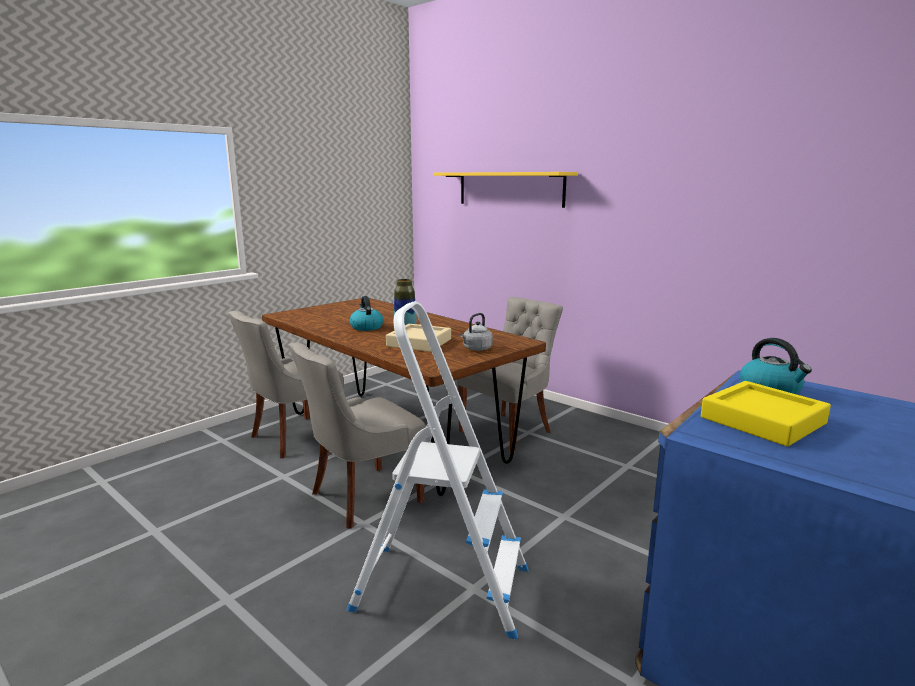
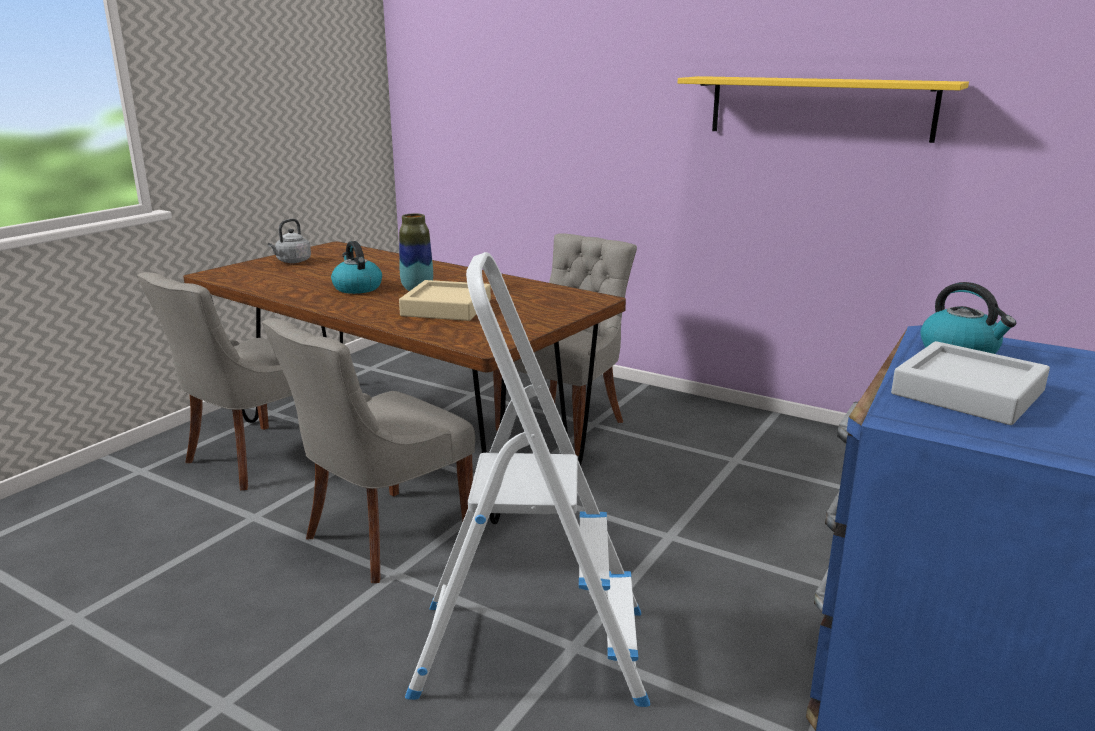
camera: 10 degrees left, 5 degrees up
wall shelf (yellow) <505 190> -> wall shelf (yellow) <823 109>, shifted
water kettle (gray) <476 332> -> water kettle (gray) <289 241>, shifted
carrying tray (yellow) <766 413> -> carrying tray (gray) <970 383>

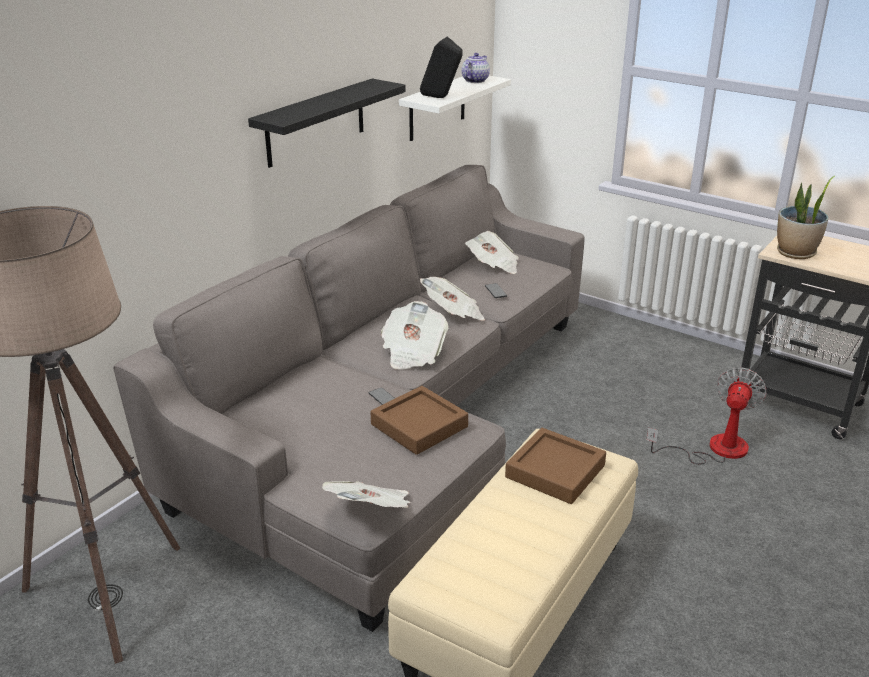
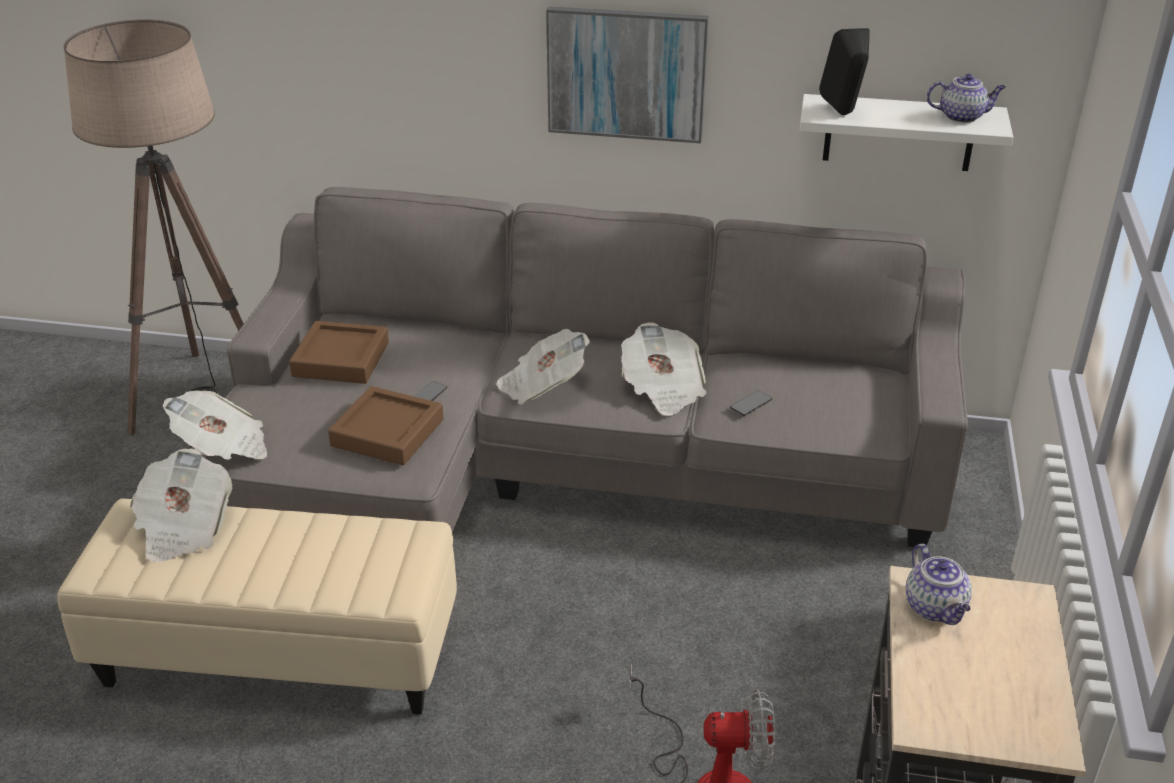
camera: 65 degrees right, 5 degrees up
printed paper <491 252> -> printed paper <181 505>, shifted
carrying tray (brownish) <555 466> -> carrying tray (brownish) <339 352>, shifted
wall shelf (blackish) <327 123> -> picture <627 74>
potted plant <806 217> -> teapot <939 584>

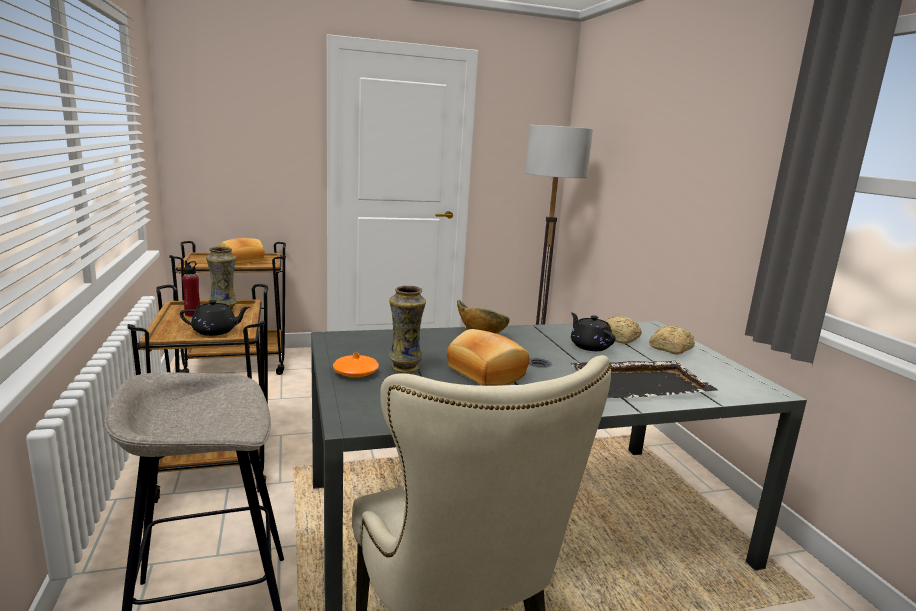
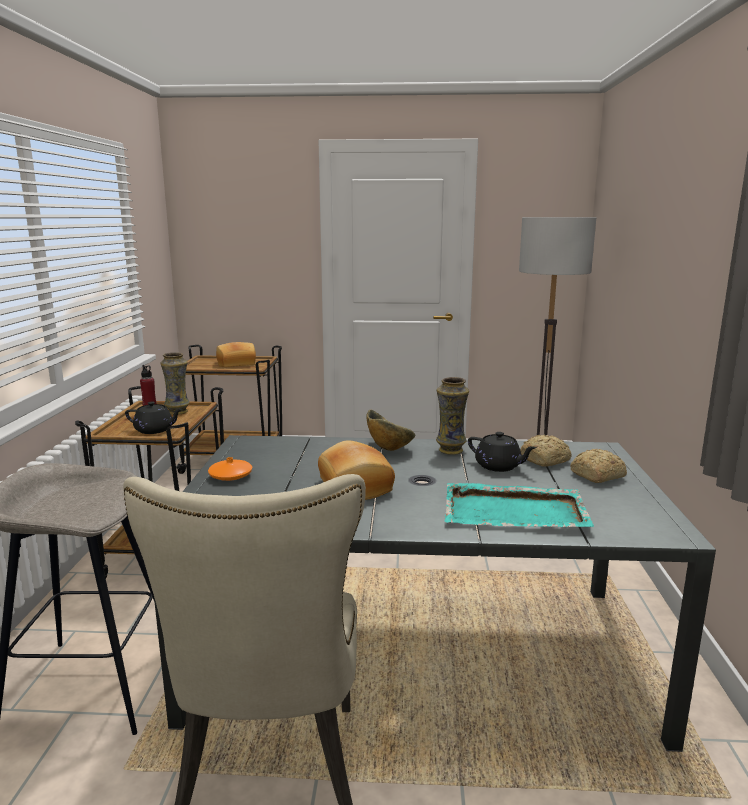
camera: 20 degrees right, 0 degrees up
vase <407 329> -> vase <452 416>, shifted
carrying tray (blackish) <644 379> -> carrying tray (turquoise) <519 505>
teapot (blackish) <593 332> -> teapot (blackish) <502 452>, 135 degrees clockwise

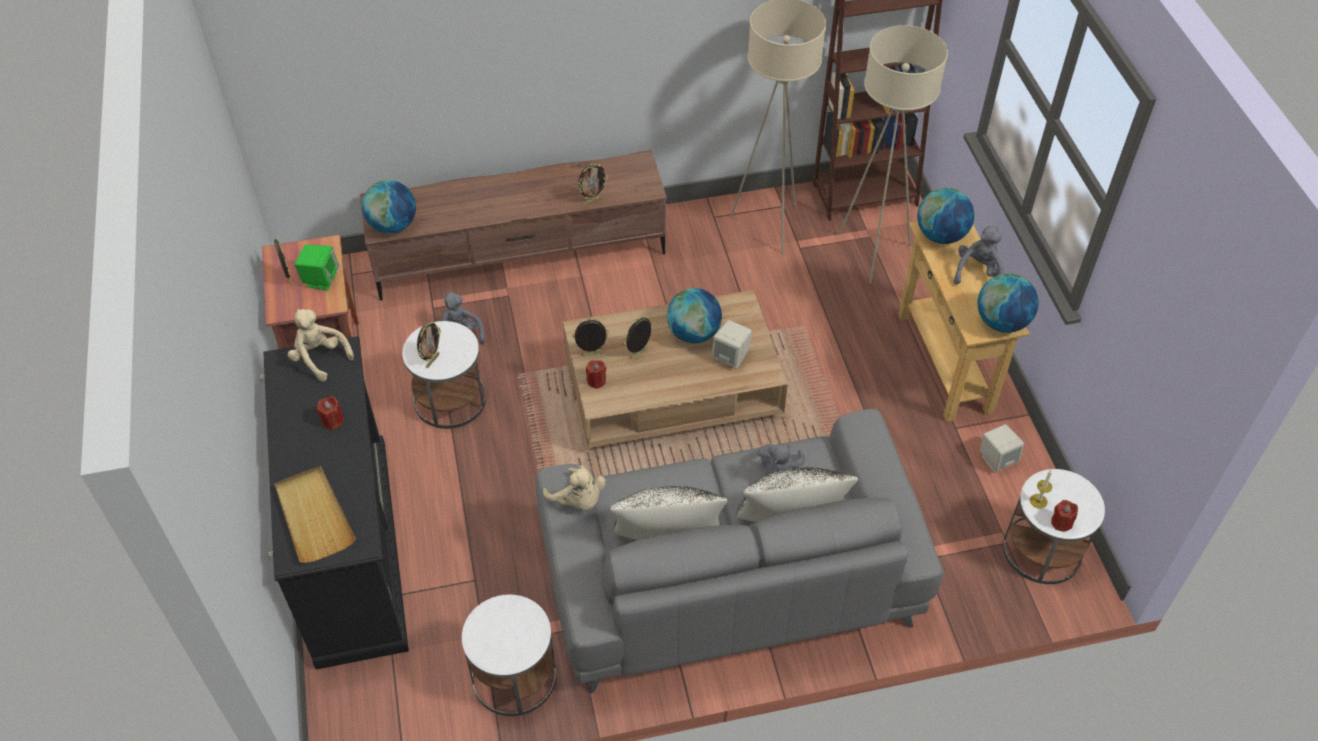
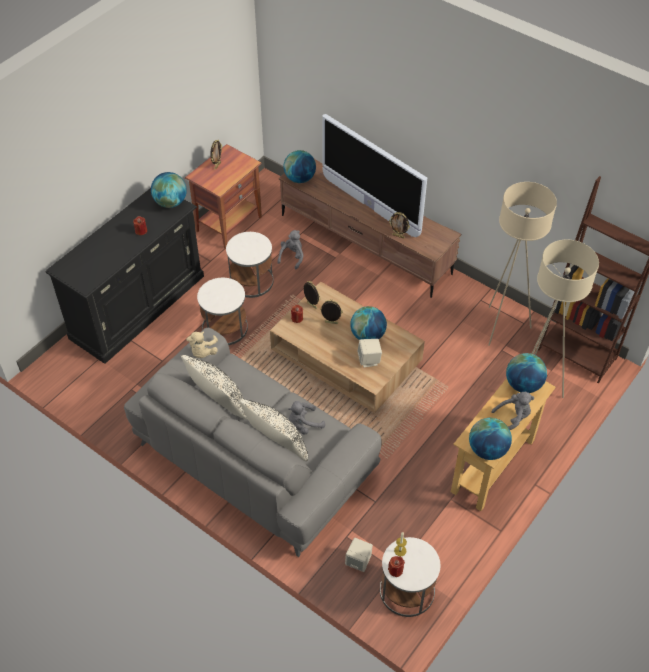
camera: 50 degrees right, 0 degrees up
carrying tray (sand-coloured) <315 514> -> none
speaker (green-coloured) <317 268> -> none
picture frame <429 344> -> none
none -> TV <374 175>
side table (white-coloured) <509 655> -> side table (white-coloured) <222 311>, shifted
speaker (sand-coloured) <1002 448> -> speaker (sand-coloured) <359 555>, shifted
cuddly toy (sand-coloured) <321 345> -> globe <169 190>

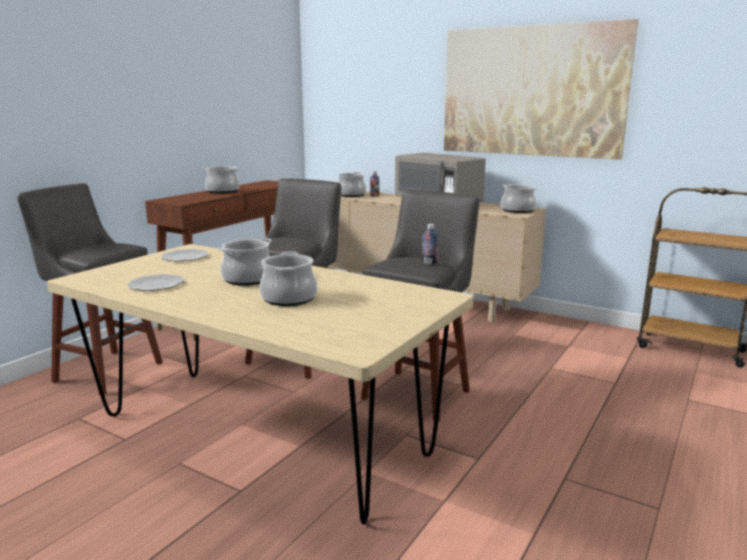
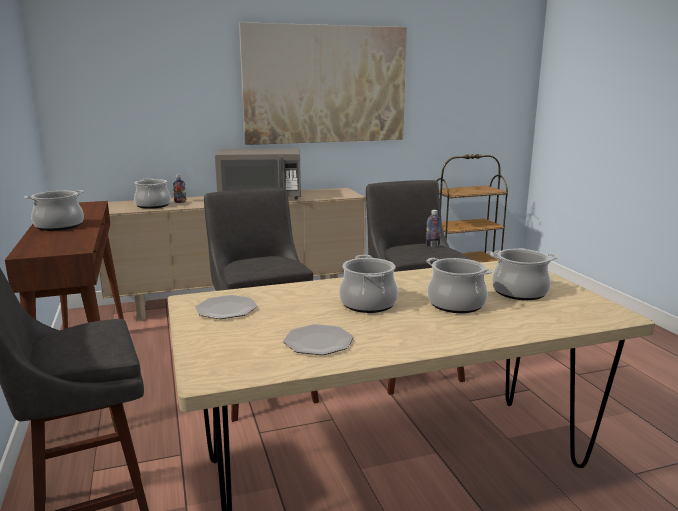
camera: 50 degrees left, 0 degrees up
saucepot <519 198> -> saucepot <524 274>, shifted

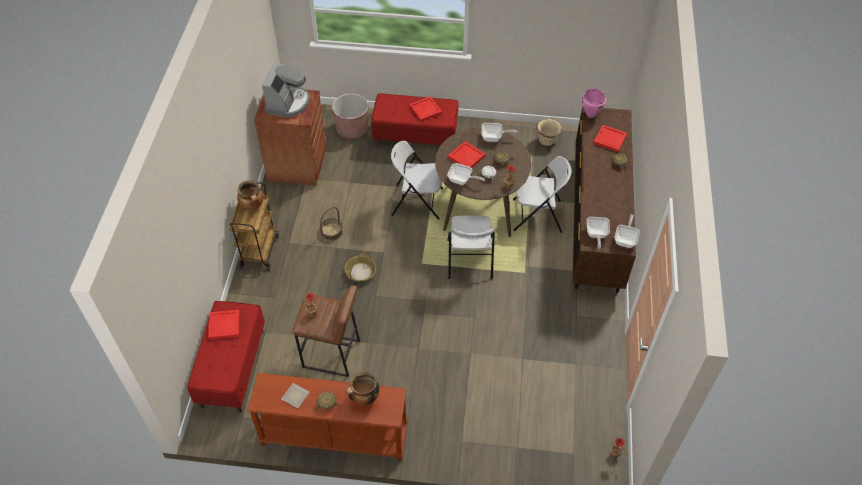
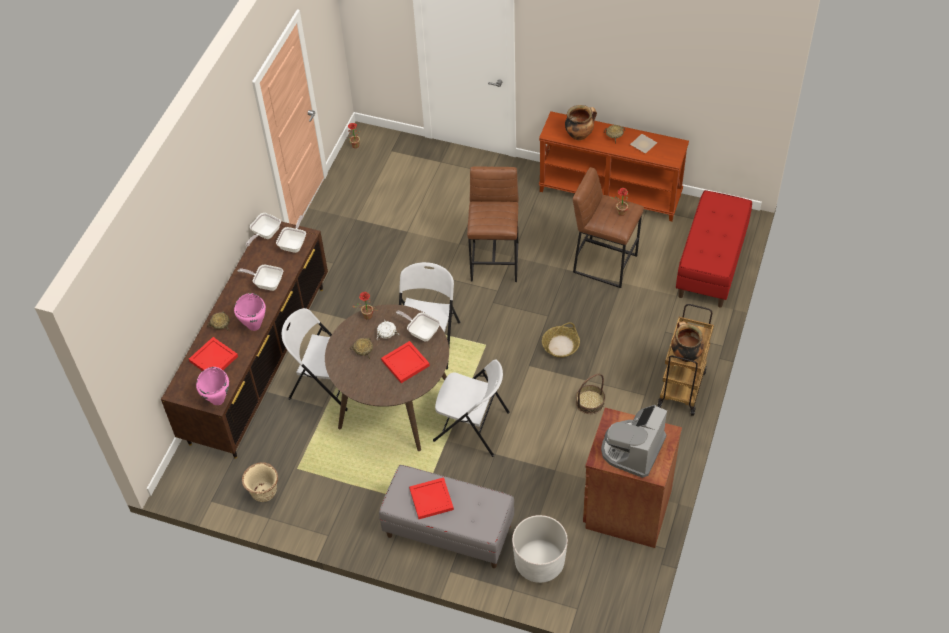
camera: 165 degrees left, 0 degrees up
carrying tray (reddish) <224 325> -> none
none -> saucepot (pink) <250 312>
none -> sitting stool (brownish) <493 224>
pan <499 132> -> pan <260 278>, shifted
flower pot (brownish) <350 116> -> flower pot (white-coloured) <540 549>
bench (reddish) <415 119> -> bench (gray) <446 516>

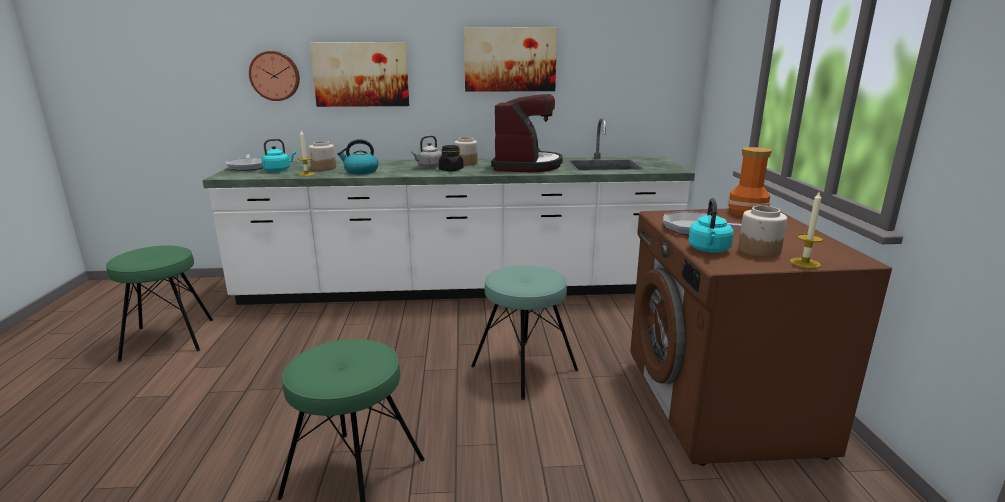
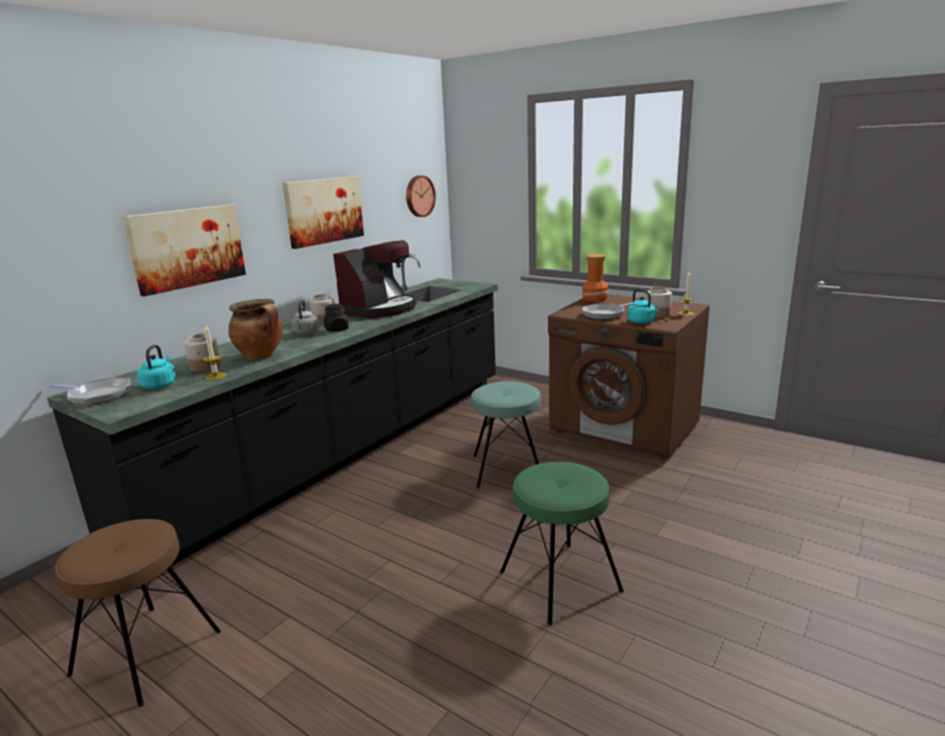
camera: 50 degrees left, 0 degrees up
wall clock <274 76> -> wall clock <421 196>, shifted
water kettle <357 156> -> saucepot <255 329>
sitting stool (green-coloured) <159 303> -> sitting stool (brownish) <138 613>
kitchen base unit (white-coloured) <448 211> -> kitchen base unit (blackish) <272 410>
coffee machine <527 133> -> coffee machine <375 279>, 75 degrees clockwise

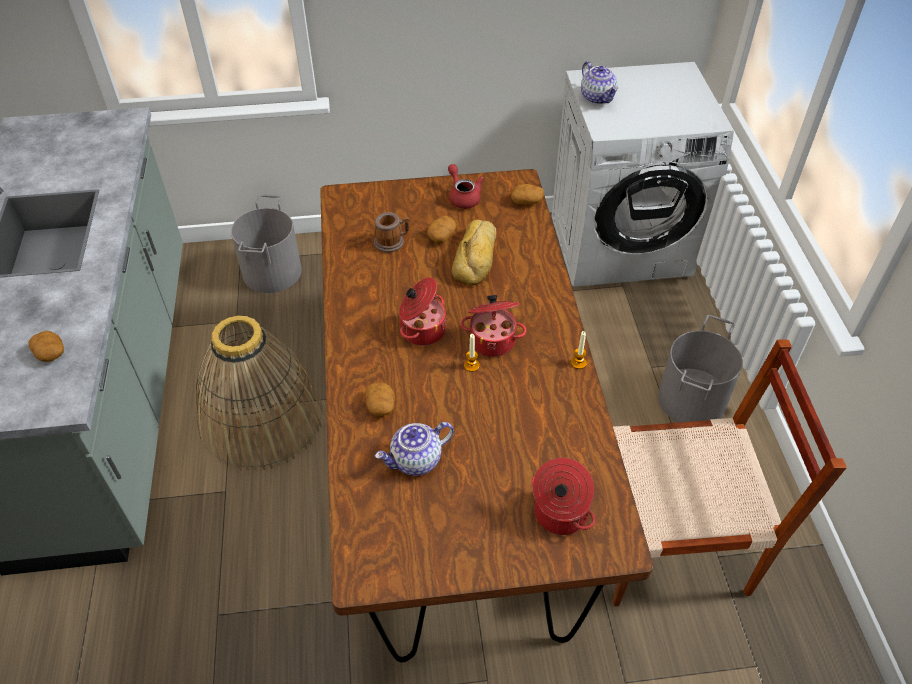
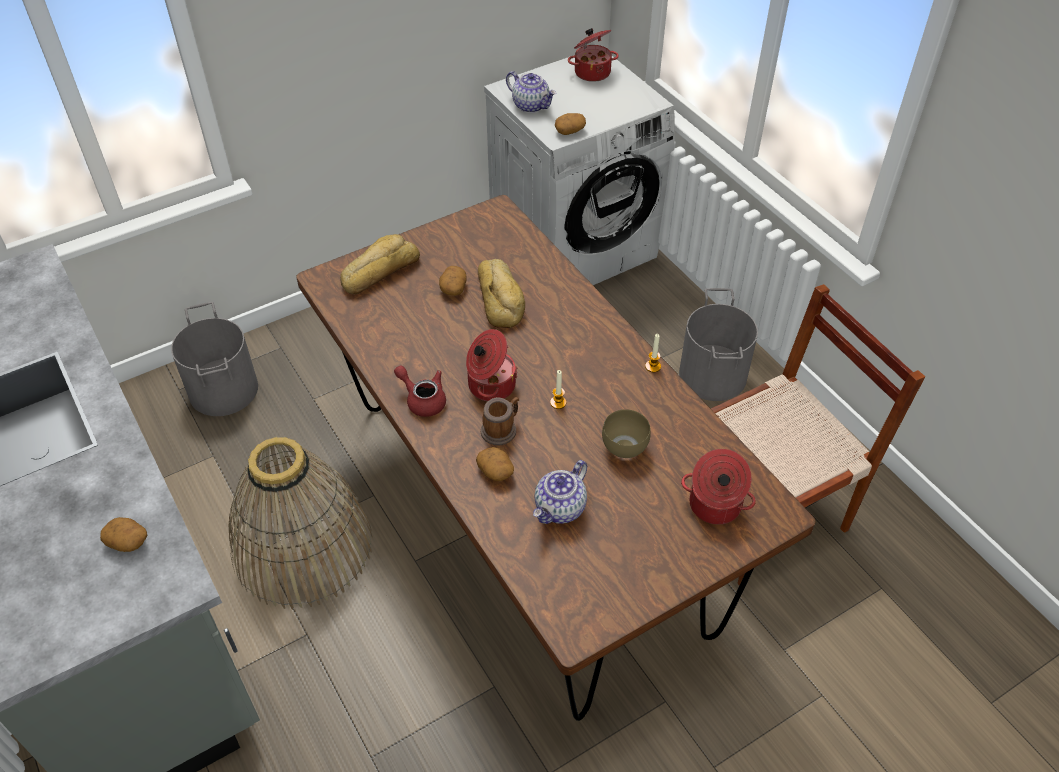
camera: 25 degrees left, 0 degrees up
none -> bread <380 264>
none -> bowl (brownish) <626 433>
mug <392 232> -> mug <500 421>, shifted
teapot (reddish) <466 186> -> teapot (reddish) <420 391>, shifted
saucepot <493 326> -> saucepot <593 55>, shifted
spud <527 194> -> spud <570 124>, shifted

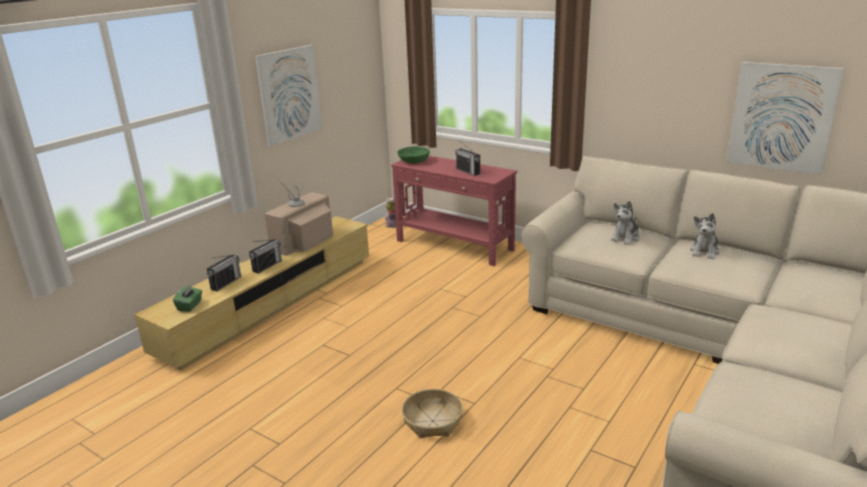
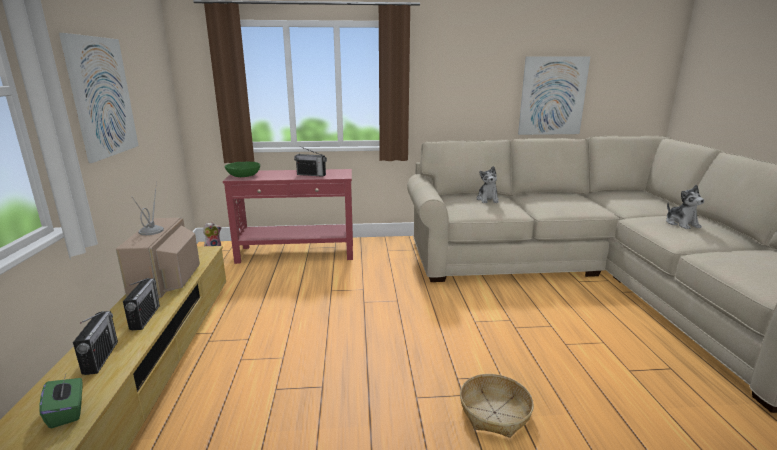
camera: 40 degrees left, 5 degrees down
cuddly toy <705 236> -> cuddly toy <685 207>, shifted

